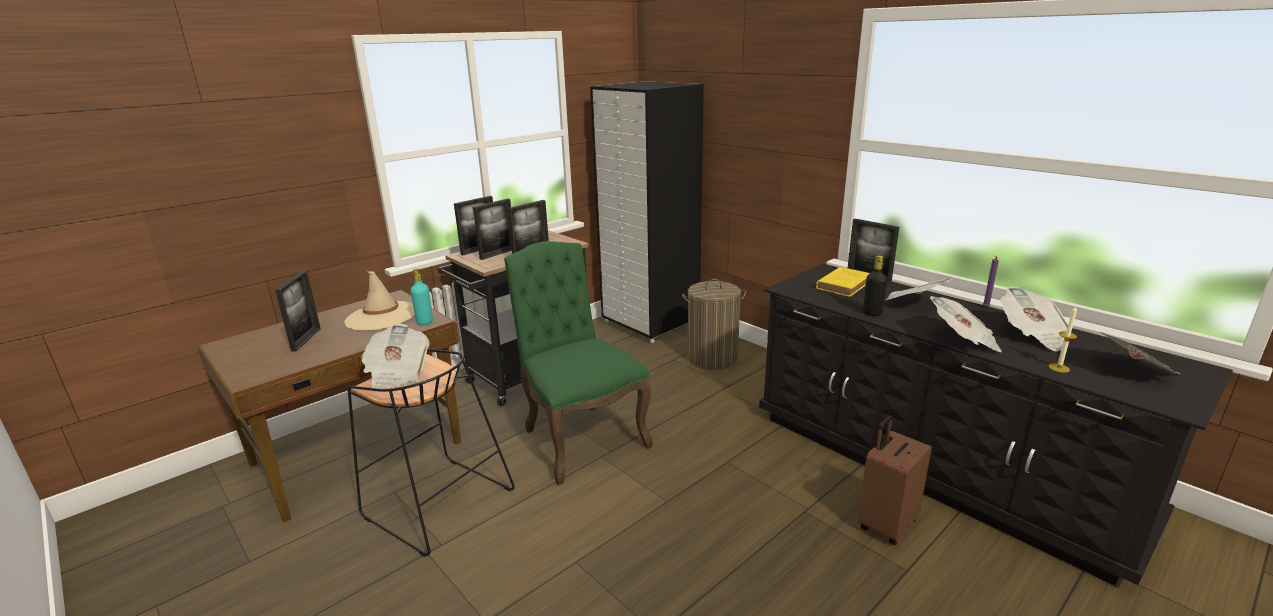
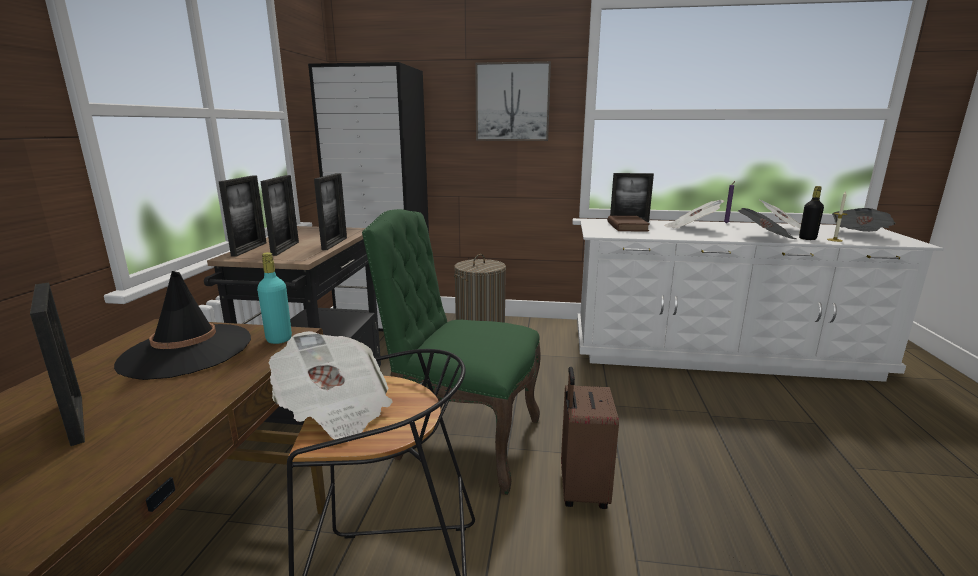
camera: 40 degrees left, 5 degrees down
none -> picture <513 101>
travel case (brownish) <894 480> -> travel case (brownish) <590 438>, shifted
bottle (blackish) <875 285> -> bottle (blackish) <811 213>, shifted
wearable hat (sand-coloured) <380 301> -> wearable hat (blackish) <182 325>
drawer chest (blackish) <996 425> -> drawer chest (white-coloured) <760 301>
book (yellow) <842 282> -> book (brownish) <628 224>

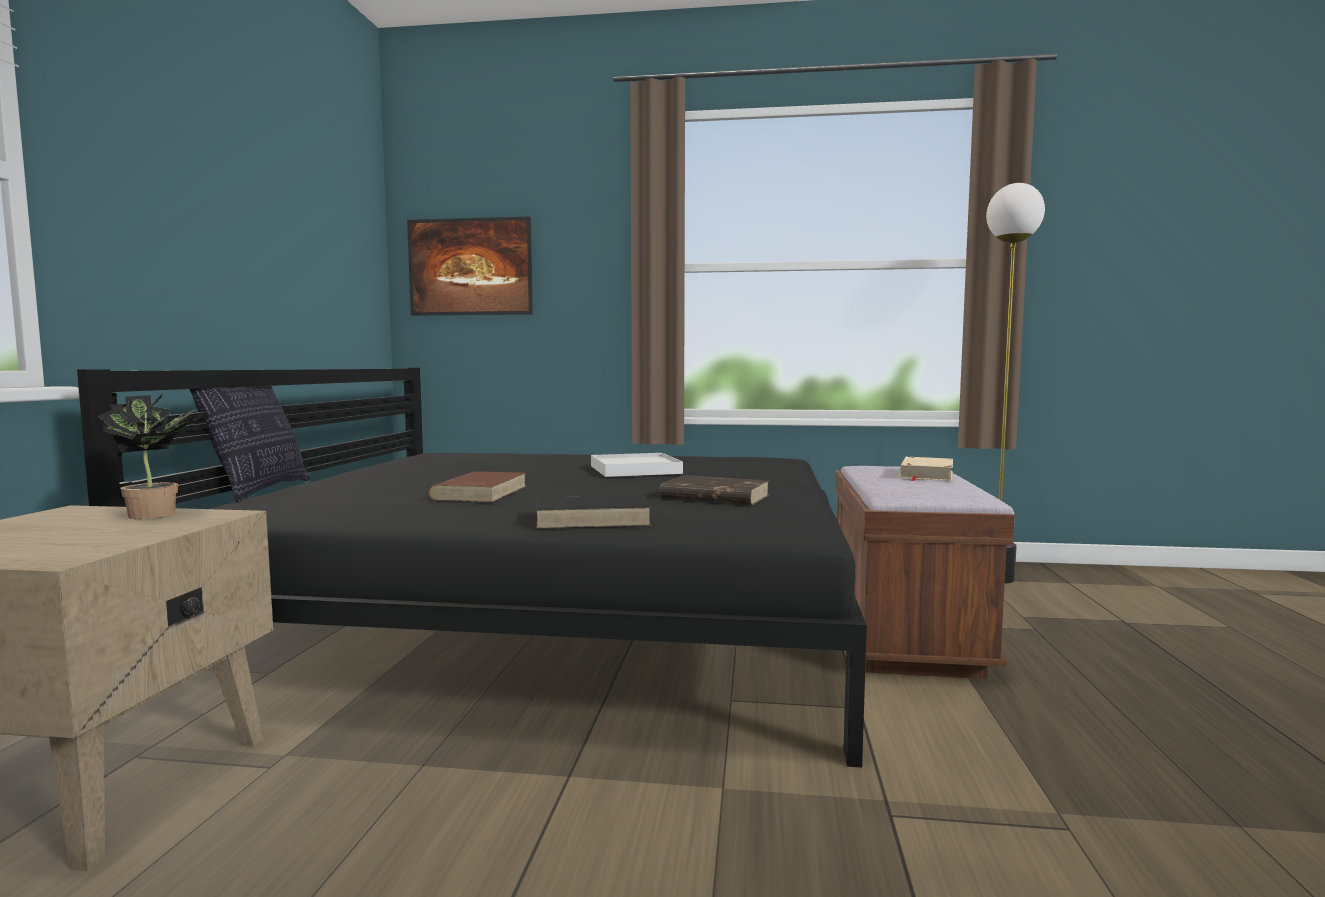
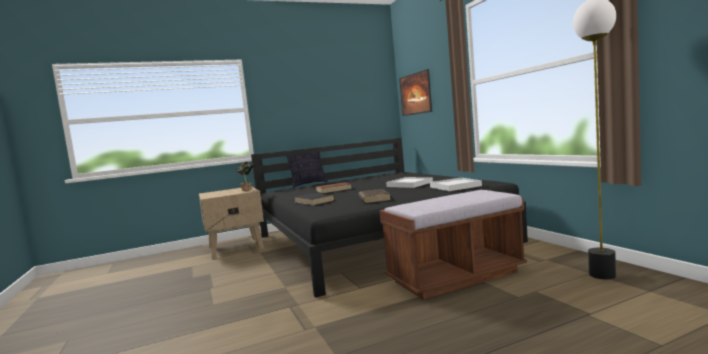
camera: 60 degrees right, 0 degrees up
book (sand-coloured) <926 468> -> none
none -> carrying tray (white-coloured) <456 184>

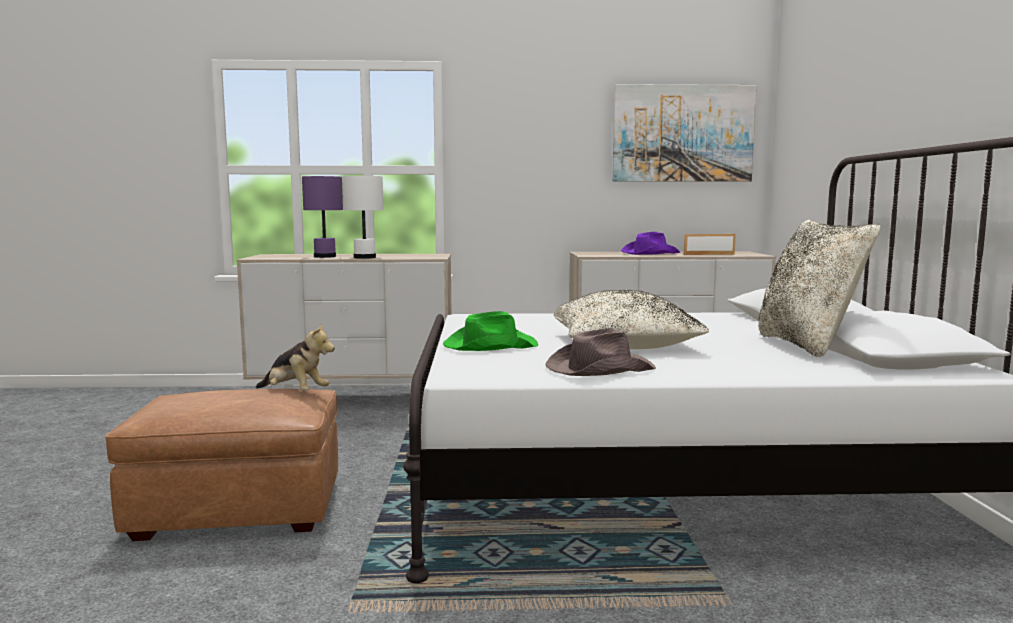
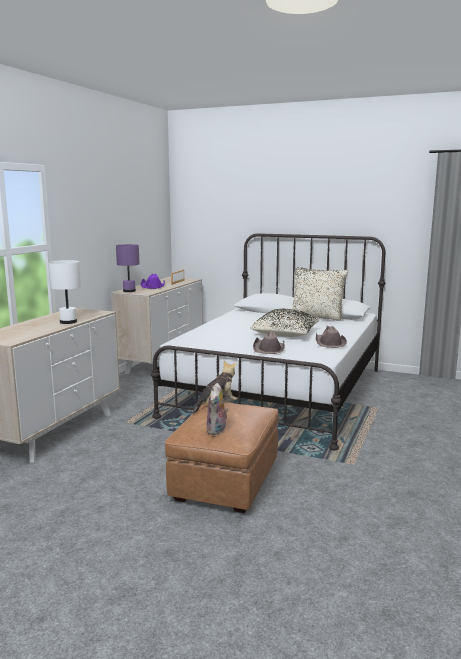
camera: 65 degrees left, 5 degrees up
picture <684 133> -> none
none -> cuddly toy <217 409>
tabletop lamp (purple-coloured) <322 217> -> tabletop lamp (purple-coloured) <127 268>, shifted
wearable hat (green-coloured) <490 331> -> wearable hat (brownish) <269 342>

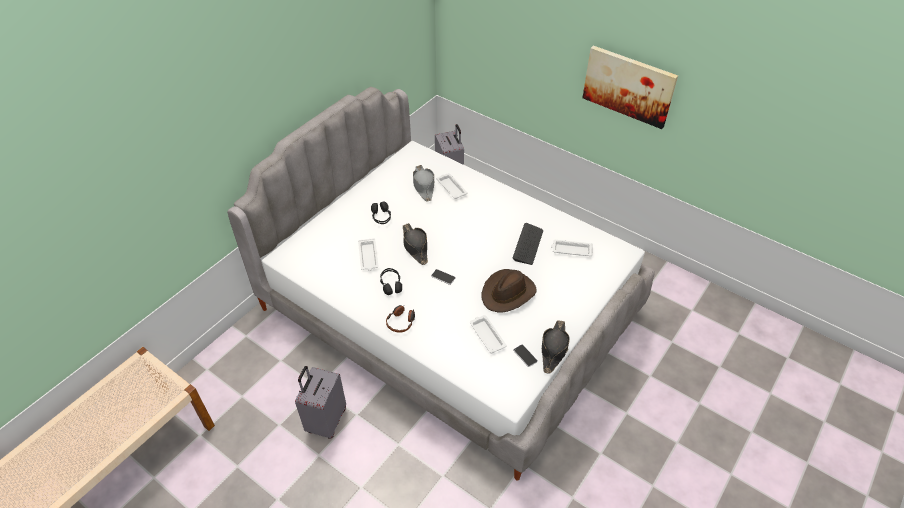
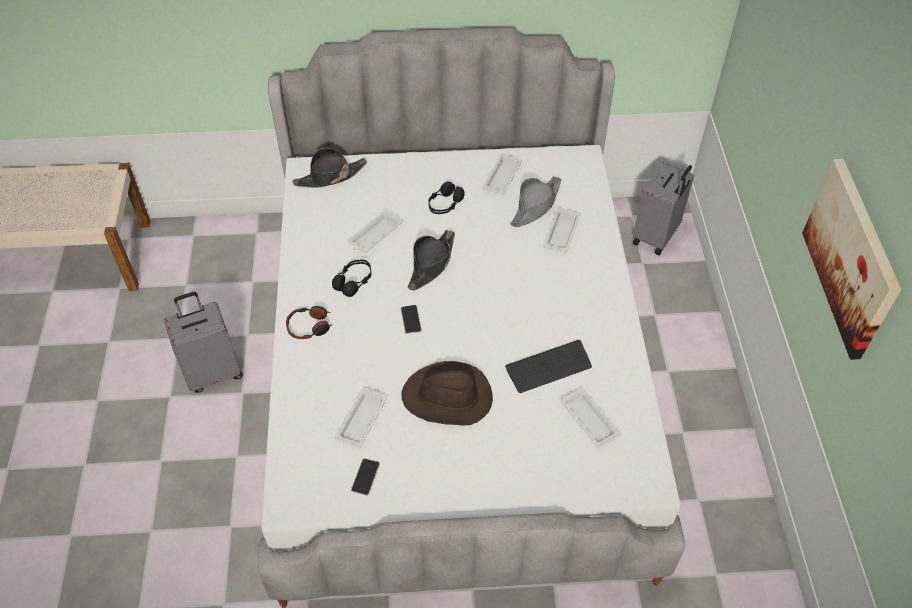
camera: 50 degrees right, 5 degrees up
none -> carrying tray (white-coloured) <502 174>
wearable hat (blackish) <556 346> -> wearable hat (blackish) <329 168>, shifted

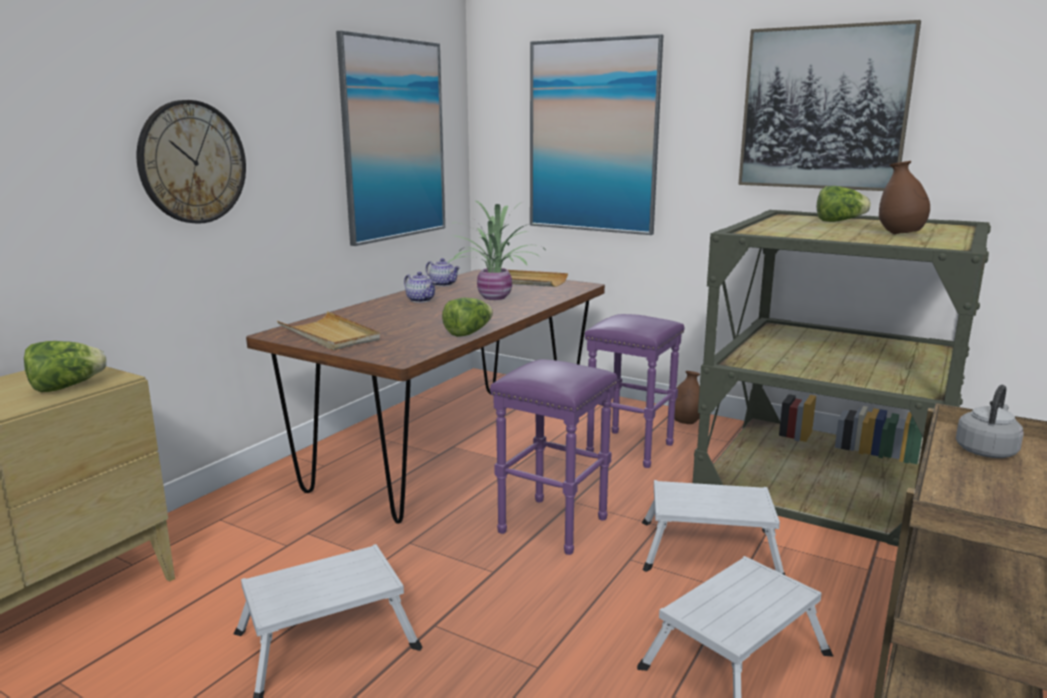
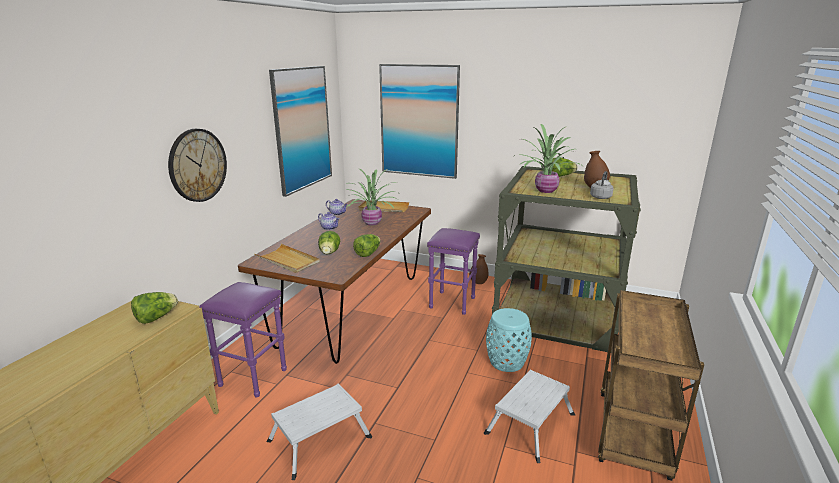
camera: 10 degrees left, 5 degrees up
picture <829 105> -> none
none -> head of lettuce <329 242>
none -> potted plant <547 158>
sitting stool (purple-coloured) <553 457> -> sitting stool (purple-coloured) <243 339>, shifted
water kettle (gray) <990 421> -> water kettle (gray) <601 185>, shifted
stepladder (white-coloured) <713 527> -> sitting stool (turquoise) <509 340>

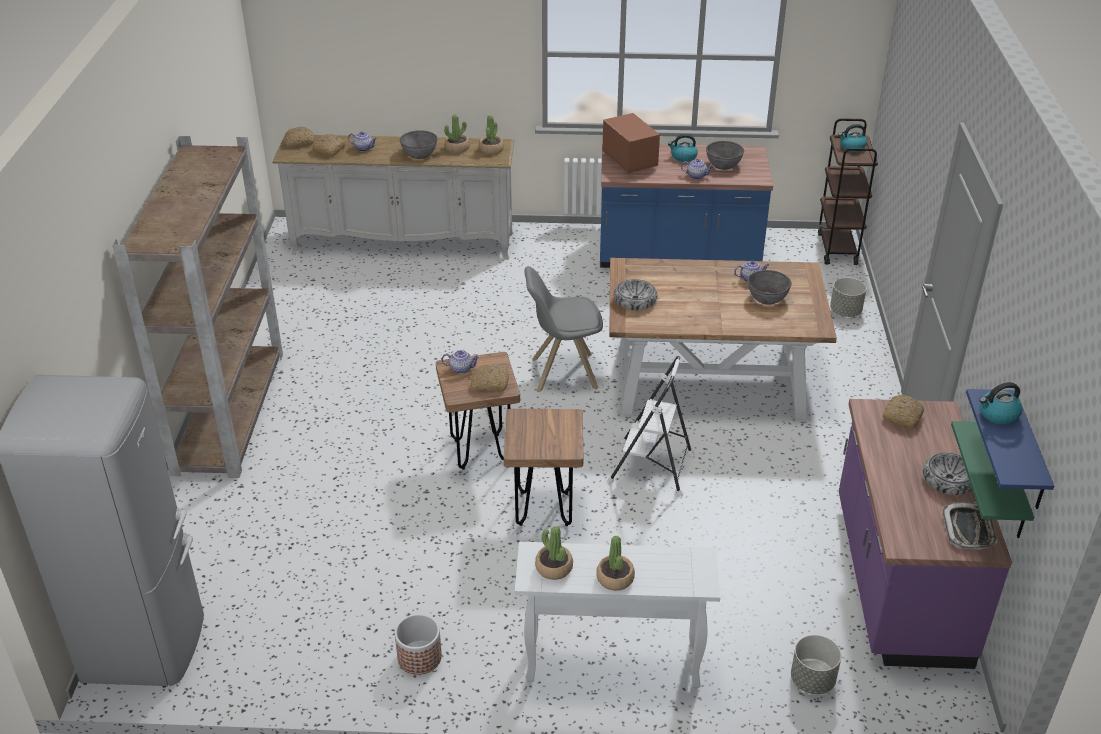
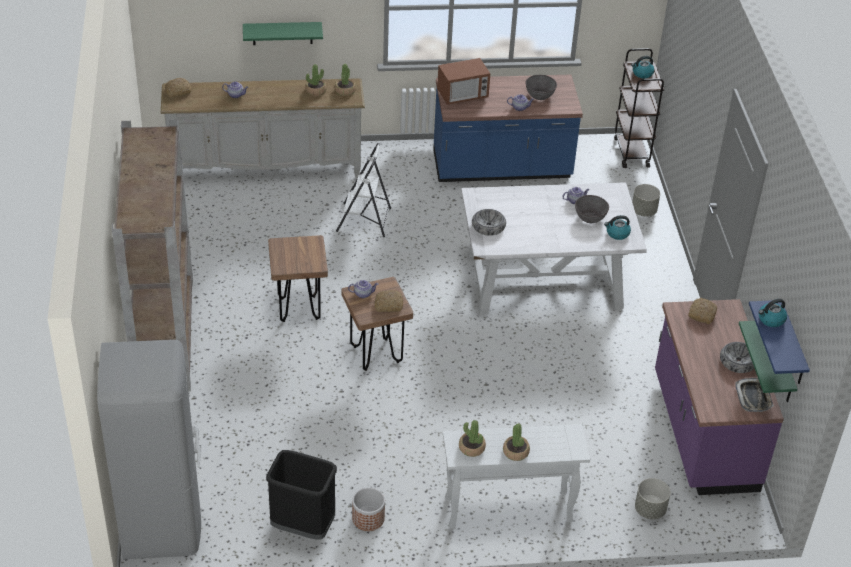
camera: 10 degrees left, 5 degrees up
bread <328 145> -> none
bowl (gray) <419 144> -> none
chair (gray) <564 329> -> none
none -> wall shelf (green-coloured) <283 33>
none -> rubbish bin (blackish) <301 495>
sitting stool (brownish) <543 467> -> sitting stool (brownish) <298 278>, shifted
stepladder (white-coloured) <651 426> -> stepladder (white-coloured) <363 192>, shifted
water kettle <683 148> -> water kettle <617 227>, shifted
dinner table (brownish) <723 338> -> dinner table (white-coloured) <554 248>
microwave oven <631 143> -> microwave oven <463 81>, 105 degrees clockwise

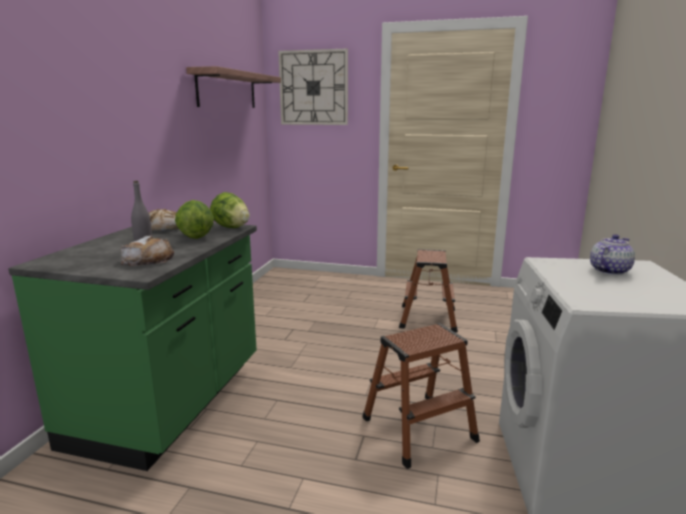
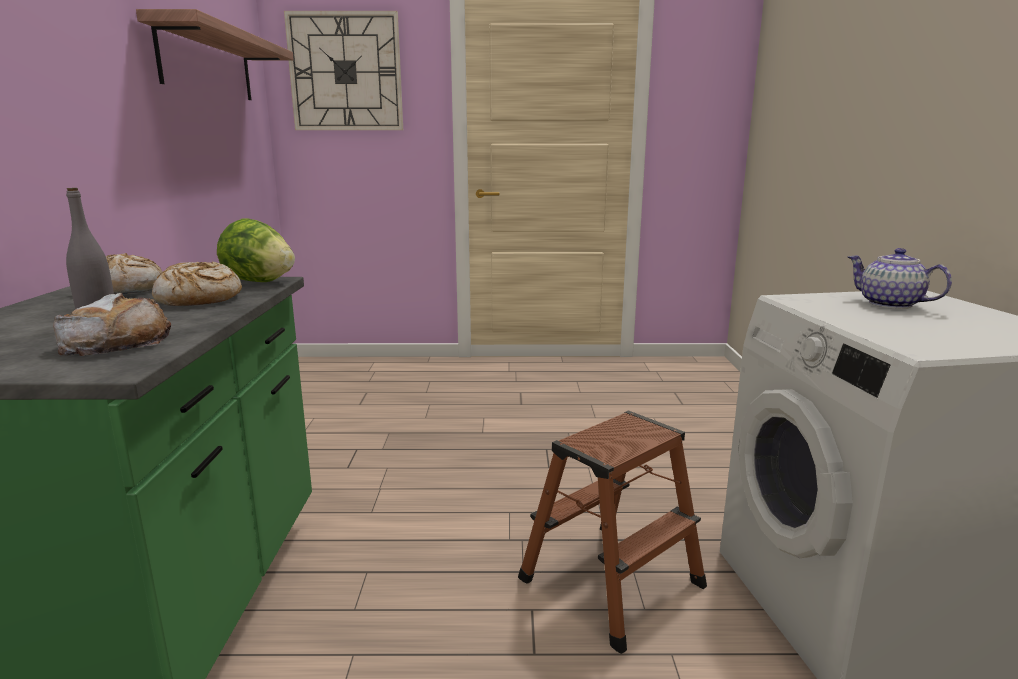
camera: 15 degrees left, 0 degrees up
stepladder (brownish) <428 291> -> none
head of lettuce <194 219> -> bread <197 283>
teapot <612 254> -> teapot <900 278>, 75 degrees counterclockwise

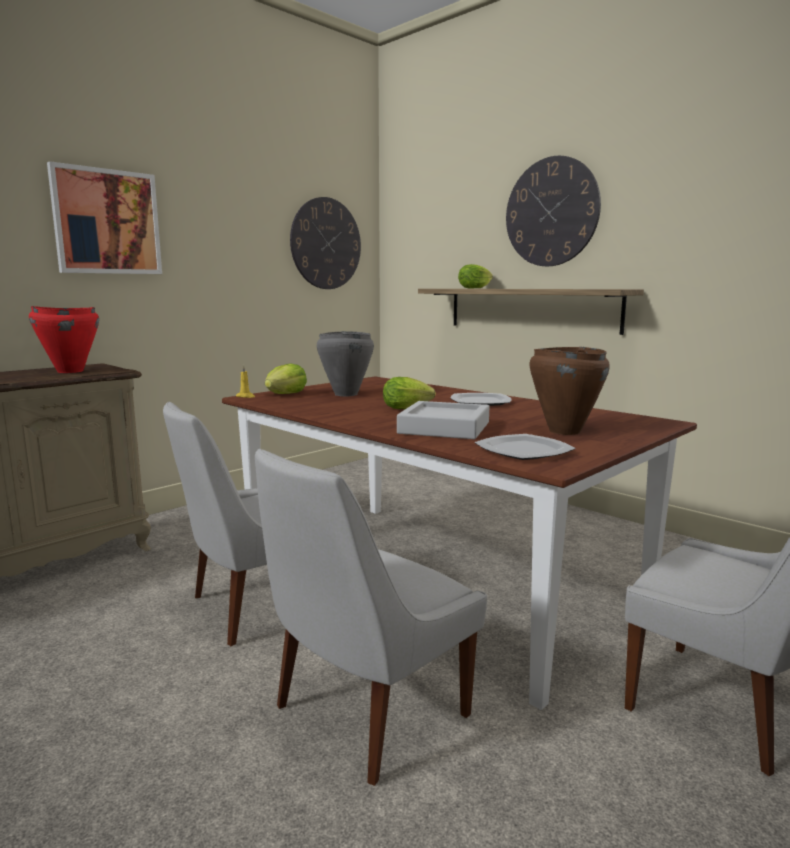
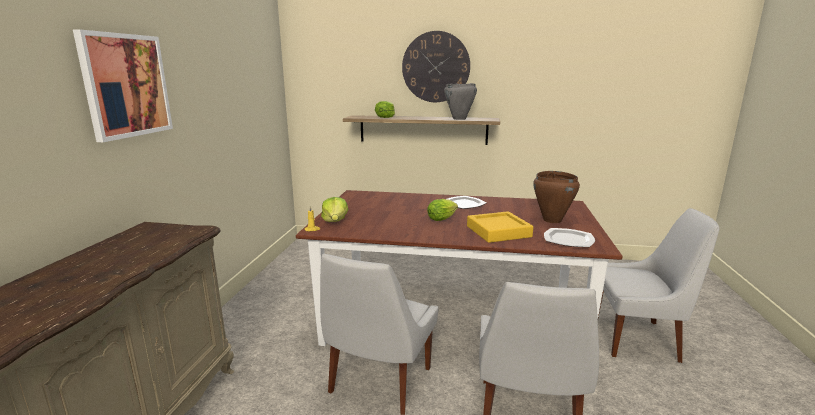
camera: 35 degrees left, 5 degrees up
saucepot (reddish) <64 339> -> none
wall clock <325 243> -> none
saucepot (gray) <345 363> -> saucepot (gray) <460 101>, shifted
carrying tray (gray) <443 420> -> carrying tray (yellow) <500 227>

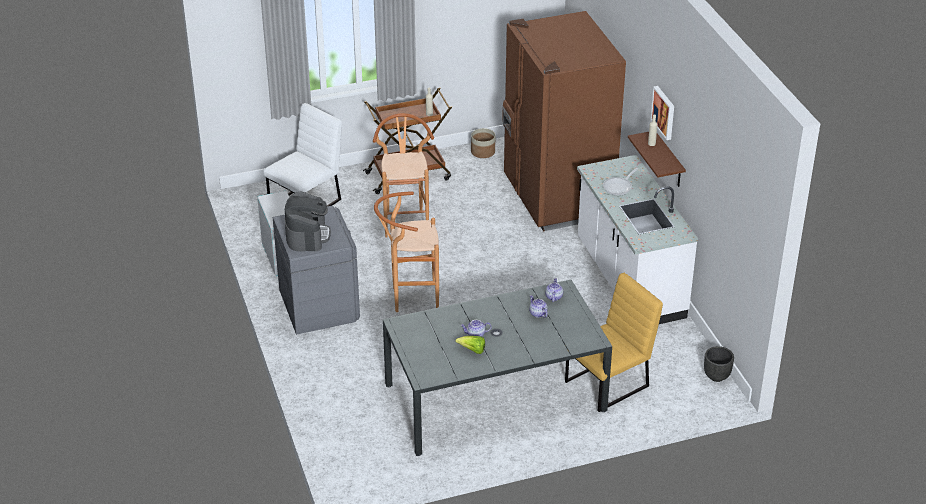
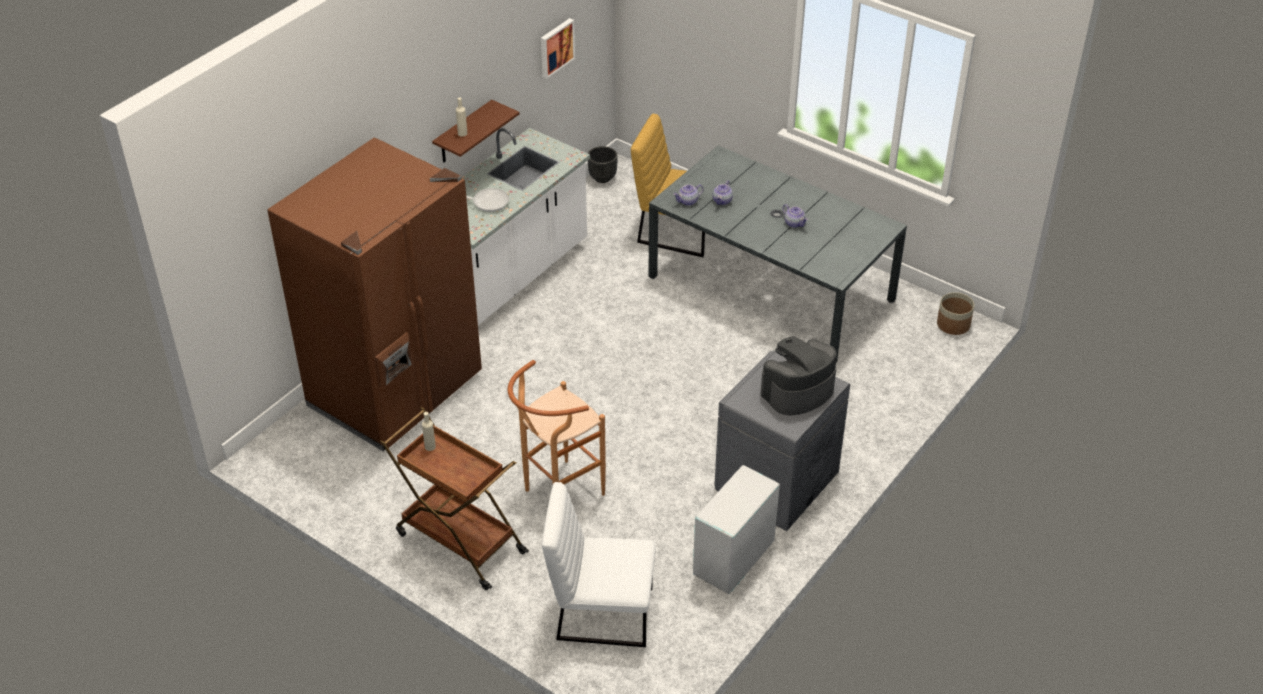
camera: 125 degrees left, 5 degrees up
sitting stool (brownish) <406 251> -> none
head of lettuce <470 345> -> none
flower pot <483 143> -> flower pot <955 313>, shifted
picture <662 113> -> picture <558 48>, shifted

